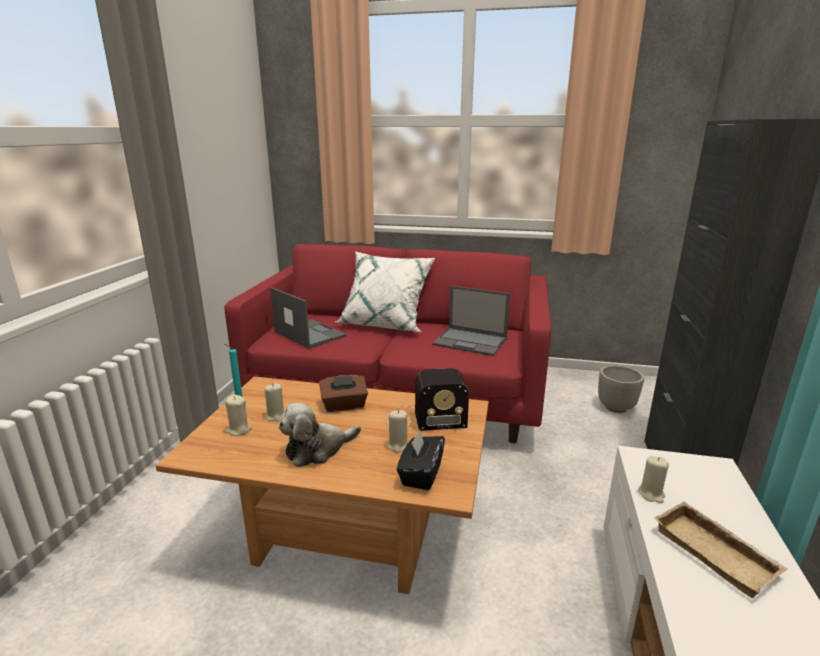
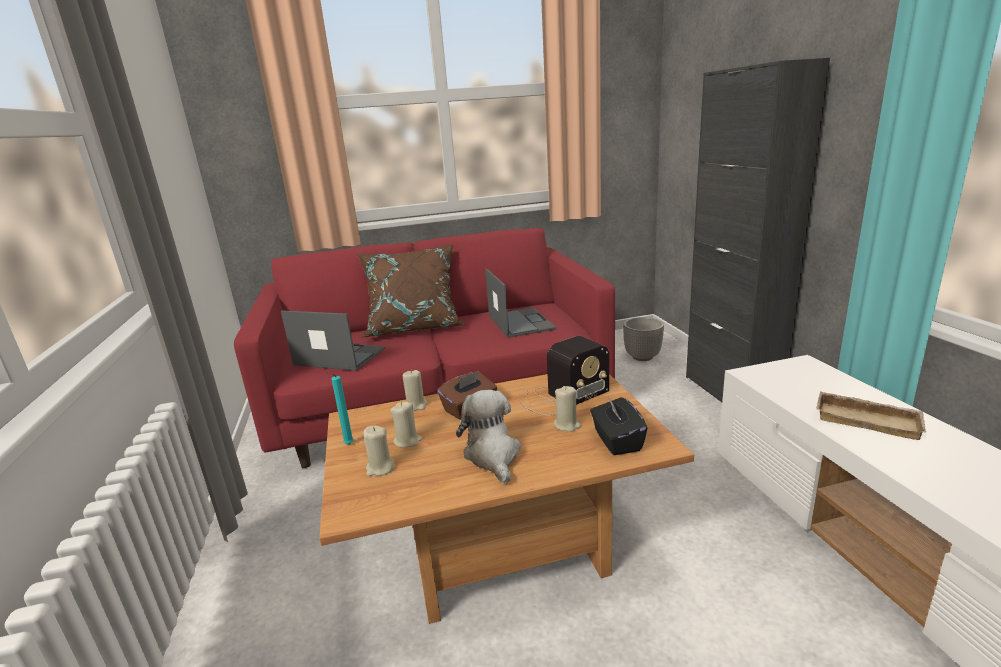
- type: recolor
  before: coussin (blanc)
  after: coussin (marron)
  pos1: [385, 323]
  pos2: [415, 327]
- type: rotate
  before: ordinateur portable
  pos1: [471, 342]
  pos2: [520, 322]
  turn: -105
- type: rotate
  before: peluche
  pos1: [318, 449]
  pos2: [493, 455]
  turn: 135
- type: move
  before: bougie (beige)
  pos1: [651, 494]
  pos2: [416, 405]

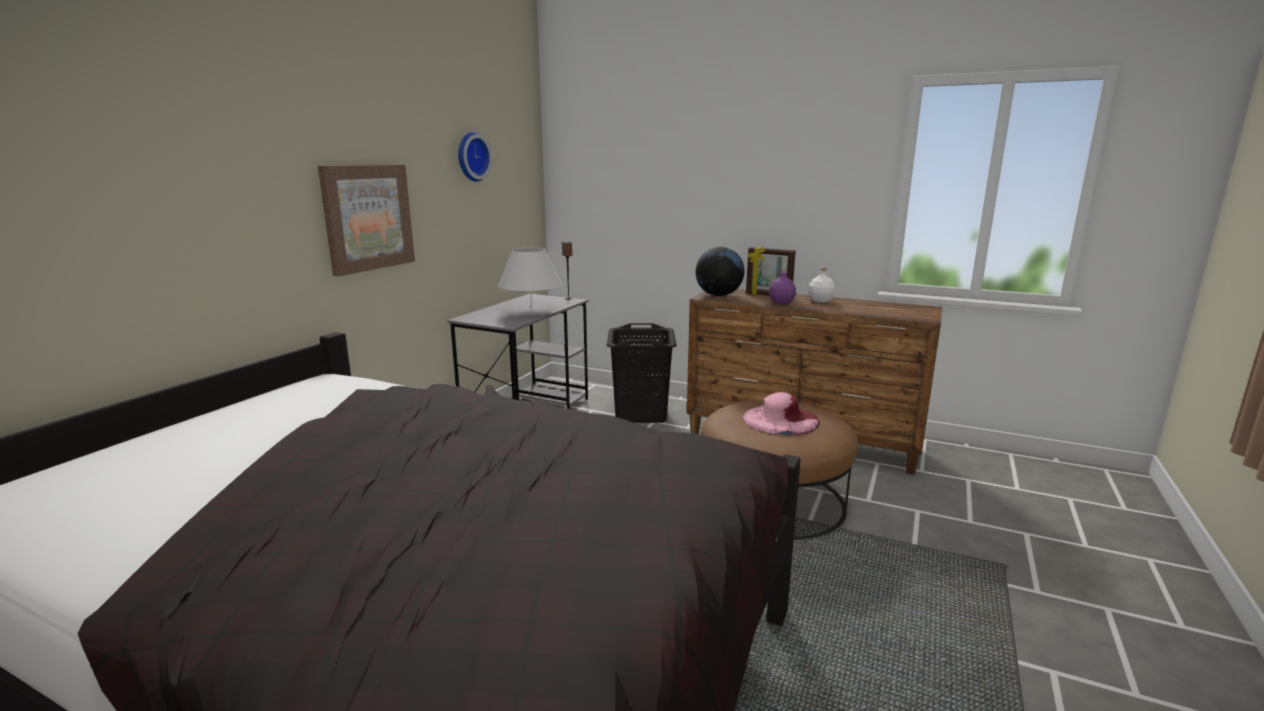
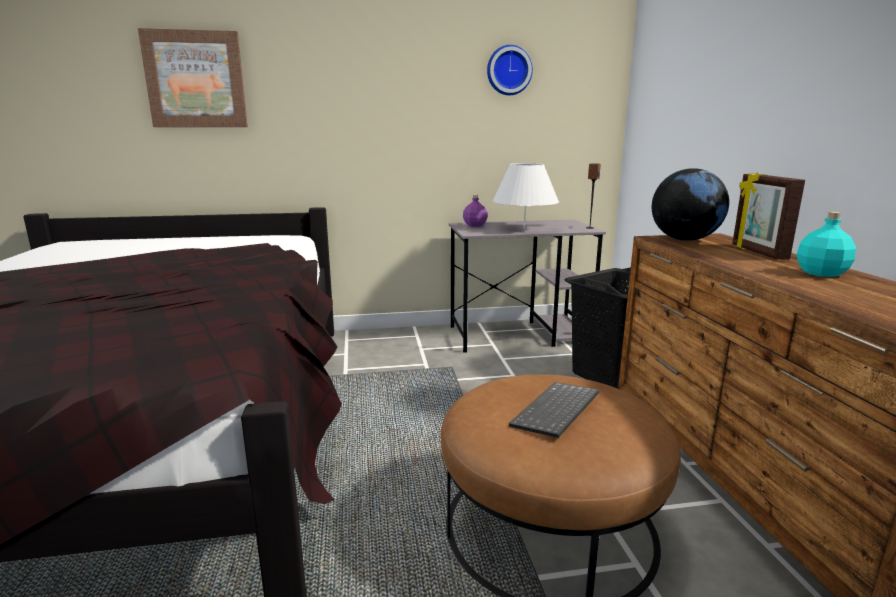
- type: move
  before: tableau
  pos1: [367, 217]
  pos2: [196, 80]
- type: recolor
  before: bouteille (blanc)
  after: bouteille (turquoise)
  pos1: [821, 301]
  pos2: [822, 273]
- type: move
  before: bouteille (violet)
  pos1: [781, 302]
  pos2: [474, 225]
- type: replace
  before: chapeau (rose)
  after: clavier
  pos1: [780, 419]
  pos2: [557, 412]

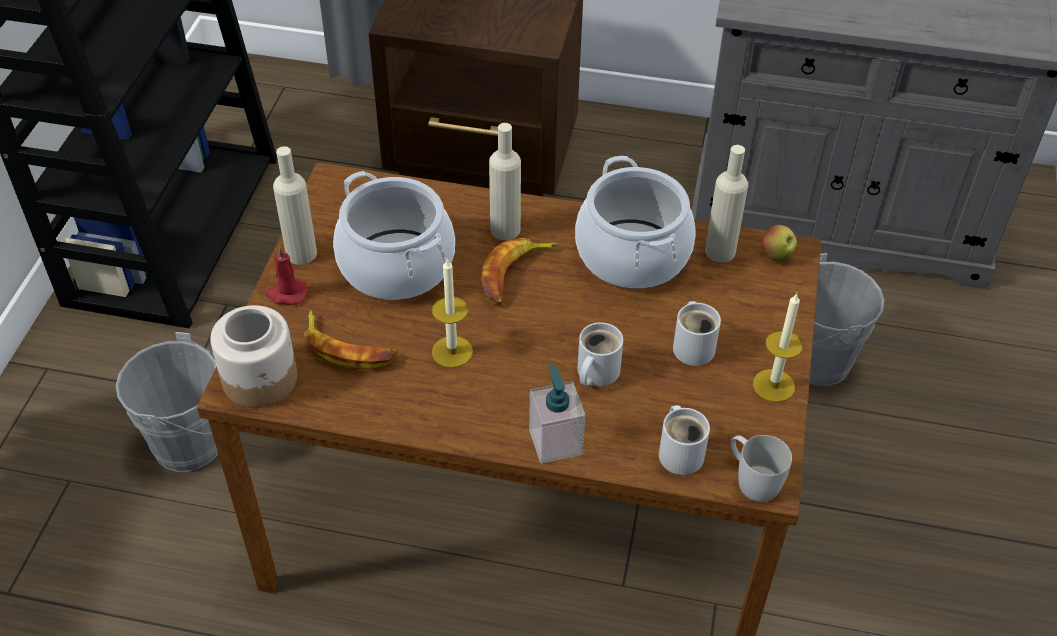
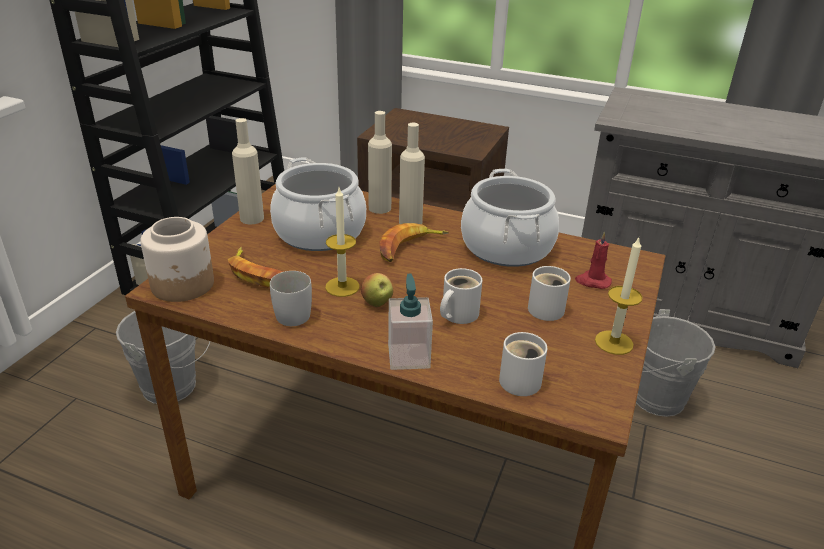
- type: move
  before: bouteille (beige)
  pos1: [720, 251]
  pos2: [379, 208]
- type: move
  before: pomme
  pos1: [776, 256]
  pos2: [377, 303]
- type: move
  before: bougie (rouge)
  pos1: [287, 294]
  pos2: [592, 281]
- type: move
  before: mug (blanc)
  pos1: [752, 478]
  pos2: [290, 312]

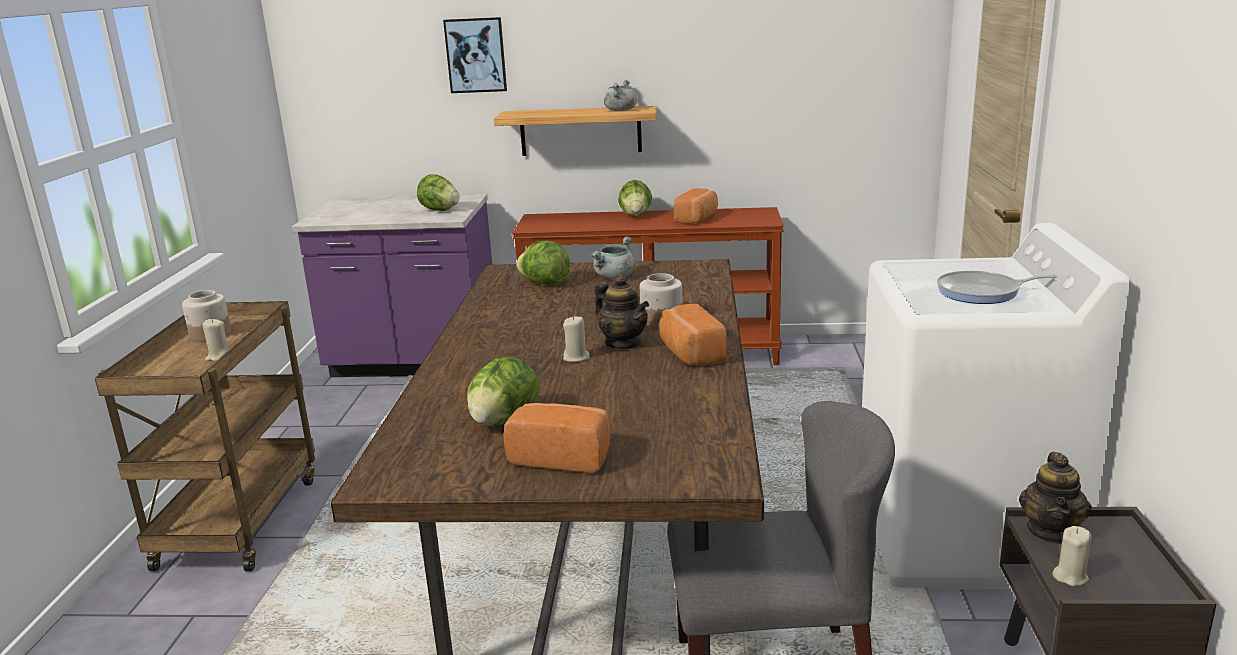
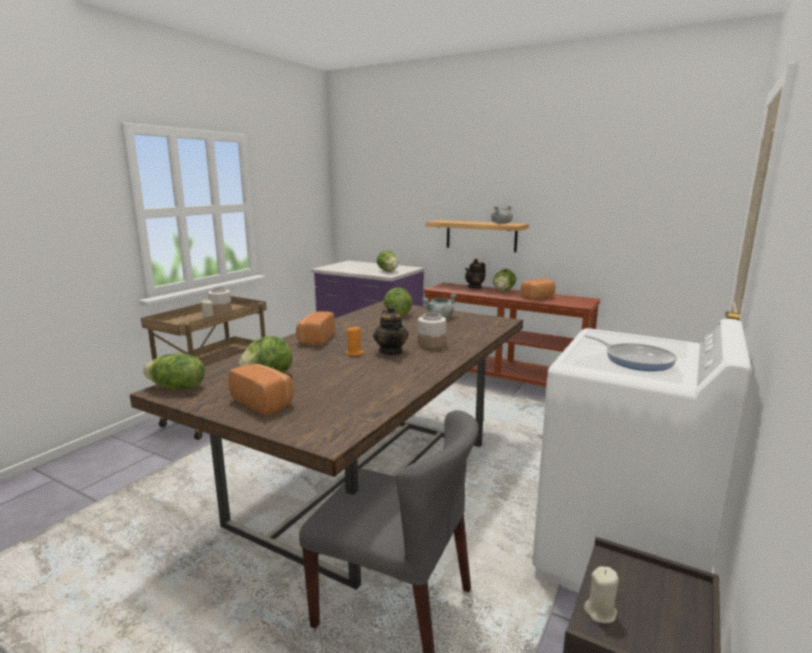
- type: delete
  before: tableau
  pos1: [476, 55]
- type: rotate
  before: poêle
  pos1: [982, 292]
  pos2: [635, 360]
  turn: -150
- type: move
  before: pain
  pos1: [690, 354]
  pos2: [315, 339]
- type: recolor
  before: bougie (beige)
  after: bougie (orange)
  pos1: [576, 357]
  pos2: [354, 353]
- type: move
  before: théière
  pos1: [1051, 532]
  pos2: [475, 287]
- type: insert
  after: laitue
  pos2: [177, 388]

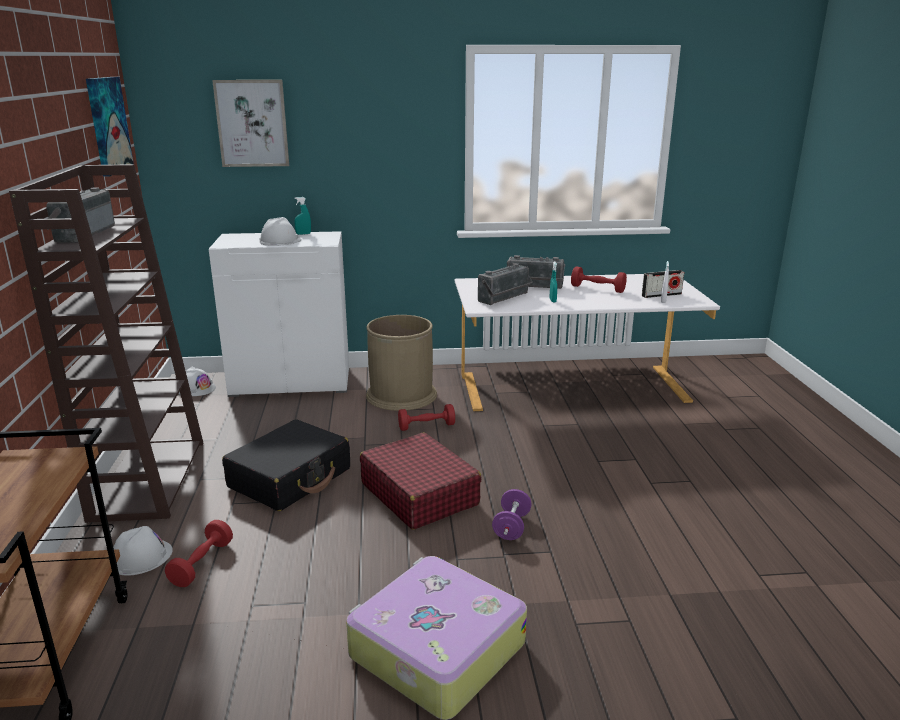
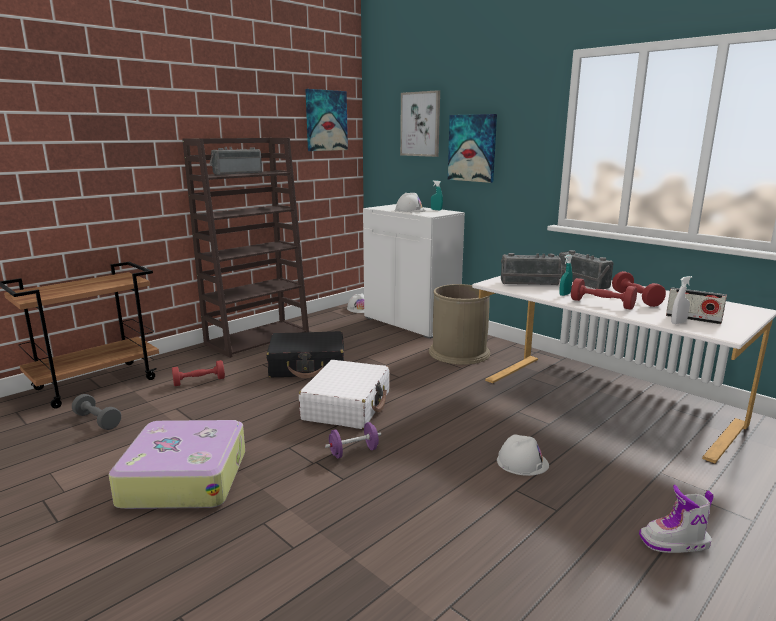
- type: move
  before: haltère (rouge)
  pos1: [426, 426]
  pos2: [602, 304]
- type: recolor
  before: valise (rouge)
  after: valise (blanc)
  pos1: [419, 493]
  pos2: [347, 406]
- type: move
  before: casque de chantier (blanc)
  pos1: [141, 557]
  pos2: [522, 462]
- type: insert
  after: tableau
  pos2: [472, 148]
- type: insert
  after: haltère (gris)
  pos2: [97, 421]
- type: insert
  after: botte
  pos2: [675, 542]

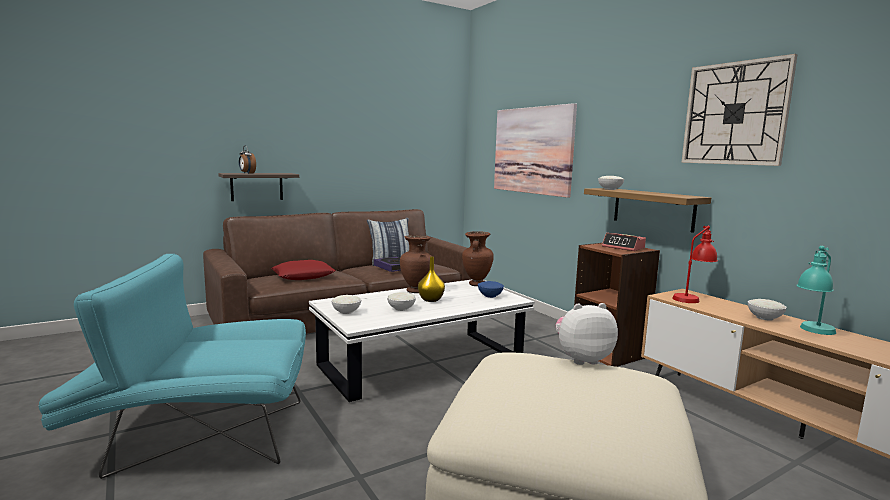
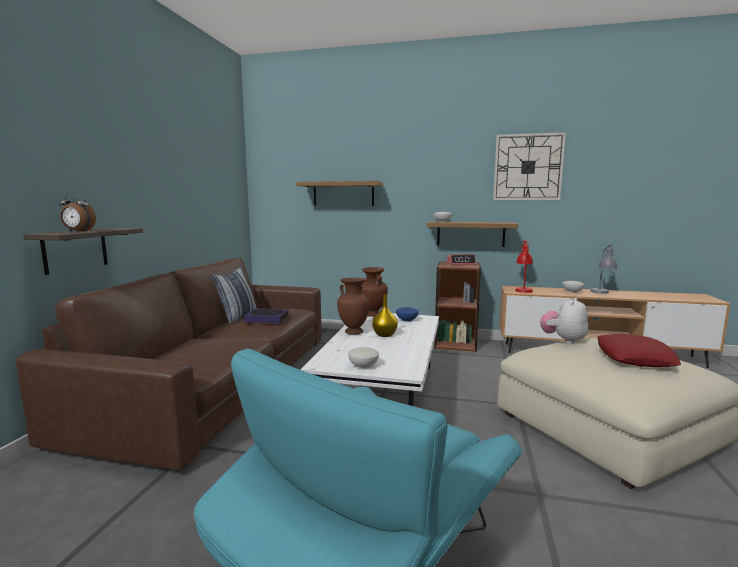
- type: replace
  before: tableau
  after: étagère
  pos1: [532, 150]
  pos2: [343, 194]
- type: recolor
  before: lampe de table (turquoise)
  after: lampe de table (gris)
  pos1: [813, 332]
  pos2: [602, 293]
- type: move
  before: coussin (rouge)
  pos1: [303, 276]
  pos2: [634, 357]
- type: delete
  before: bol (blanc)
  pos1: [401, 308]

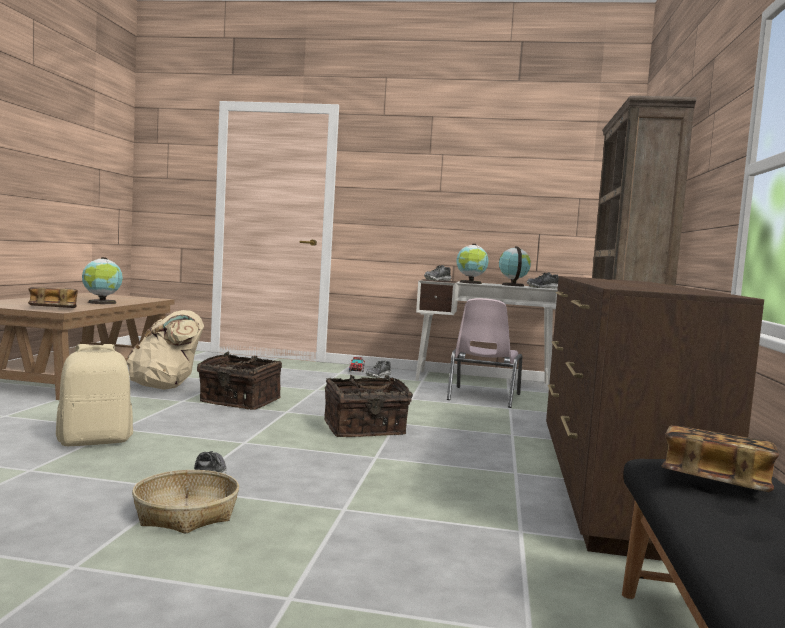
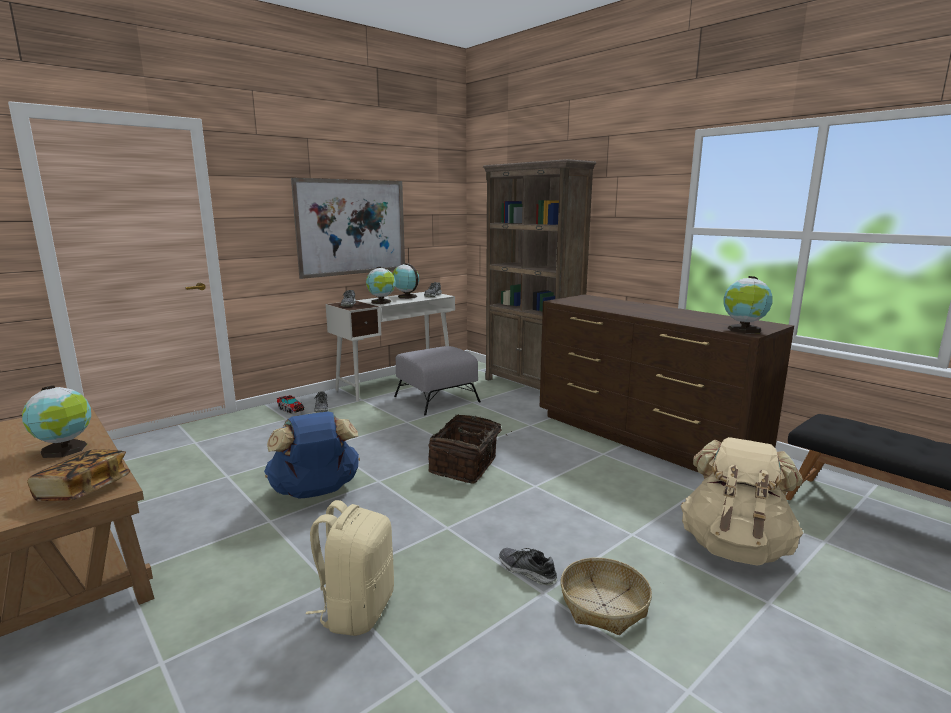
- type: replace
  before: chaise (rose)
  after: pouf (gris)
  pos1: [482, 397]
  pos2: [436, 399]
- type: move
  before: sac à dos (beige)
  pos1: [166, 387]
  pos2: [735, 547]
- type: replace
  before: panier
  after: sac à dos (bleu)
  pos1: [238, 401]
  pos2: [315, 492]
- type: delete
  before: livre
  pos1: [714, 482]
- type: insert
  after: tableau
  pos2: [352, 227]
- type: insert
  after: globe
  pos2: [743, 330]

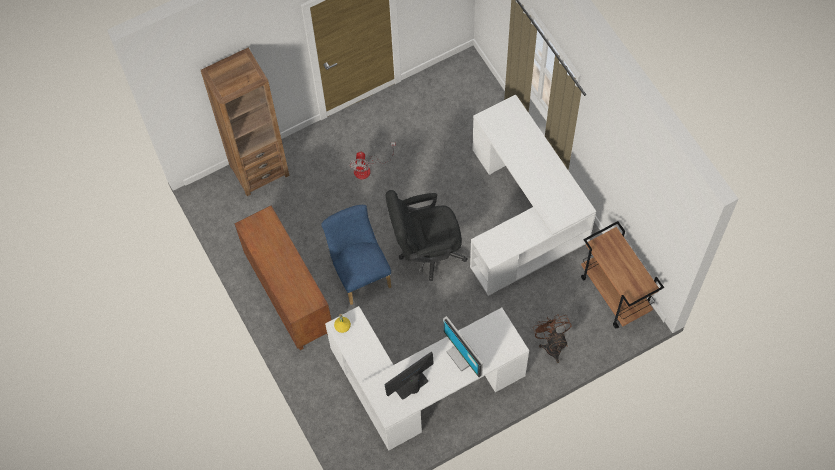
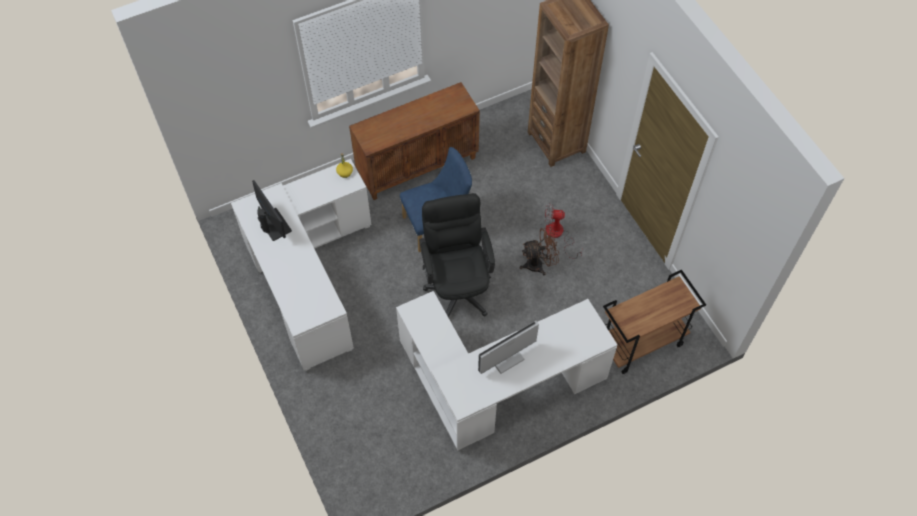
- type: move
  before: chariot (marron)
  pos1: [615, 294]
  pos2: [640, 343]
- type: move
  before: ventilateur (marron)
  pos1: [552, 345]
  pos2: [539, 264]
- type: move
  before: écran d'ordinateur
  pos1: [462, 355]
  pos2: [507, 359]

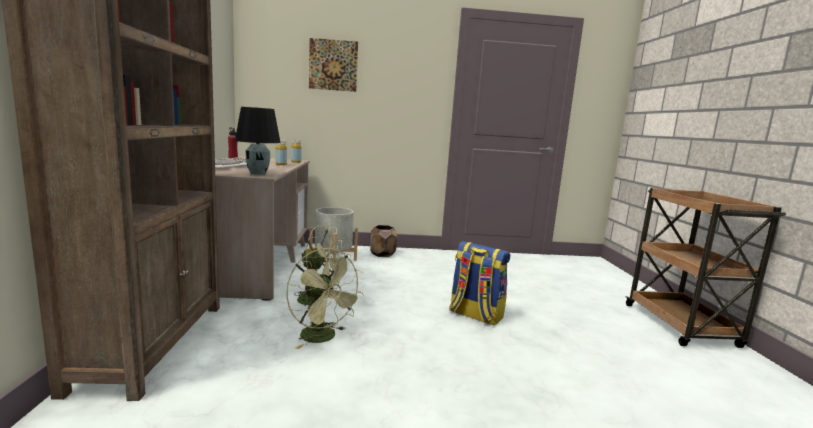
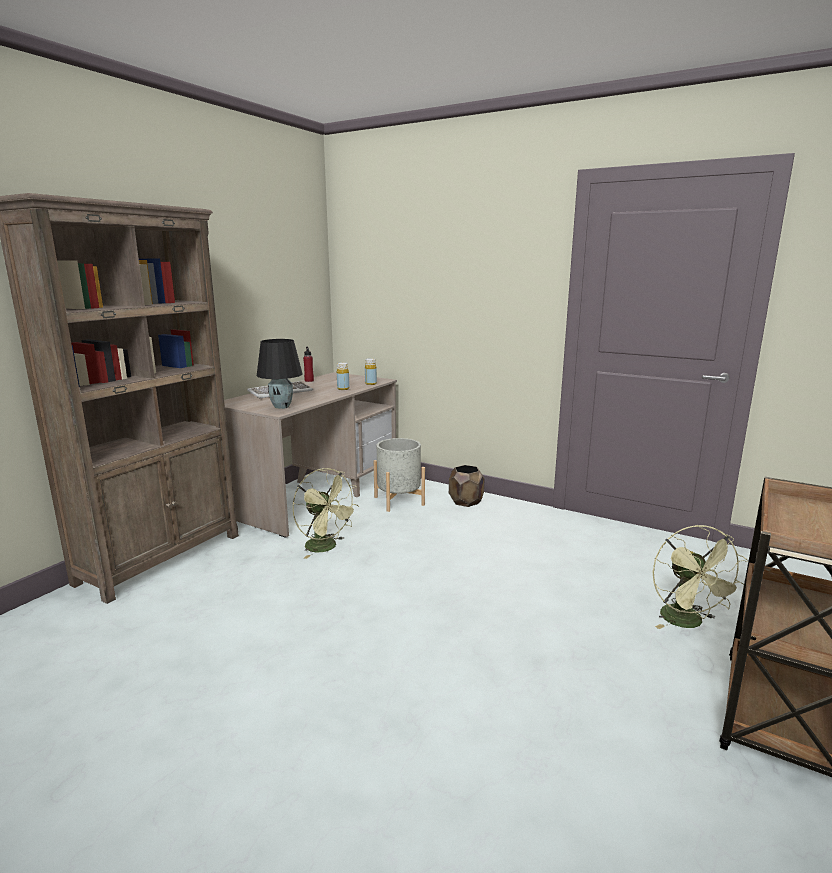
- type: delete
  before: tableau
  pos1: [333, 65]
- type: delete
  before: sac à dos
  pos1: [475, 315]
- type: move
  before: ventilateur (vert)
  pos1: [323, 338]
  pos2: [688, 623]

